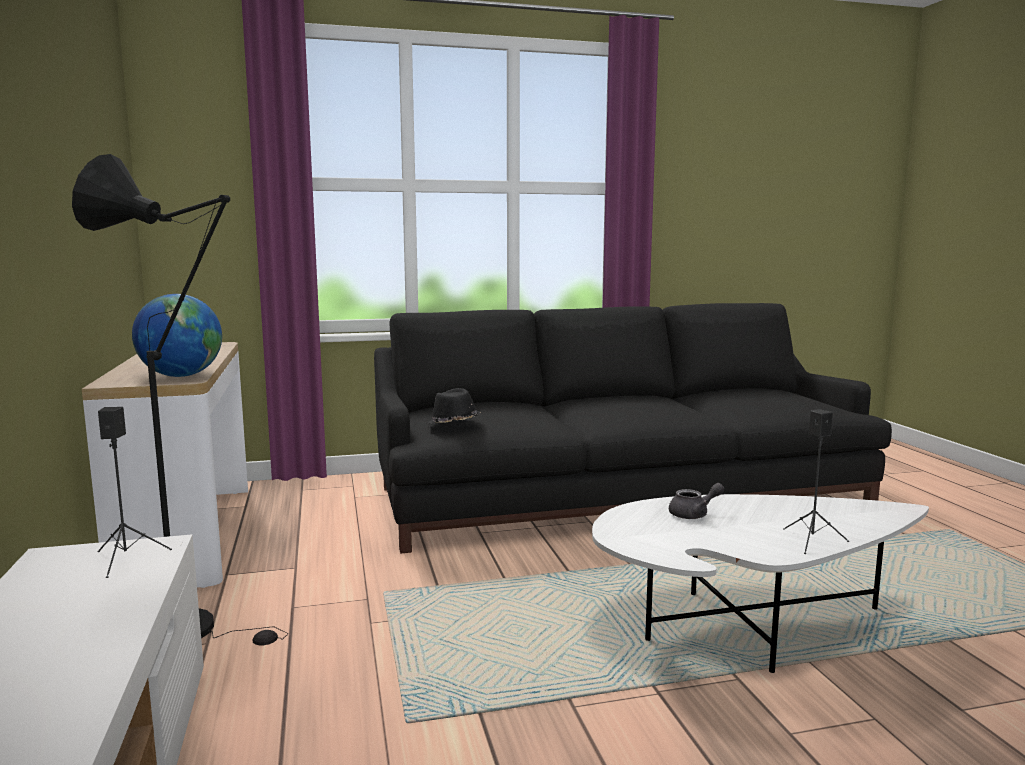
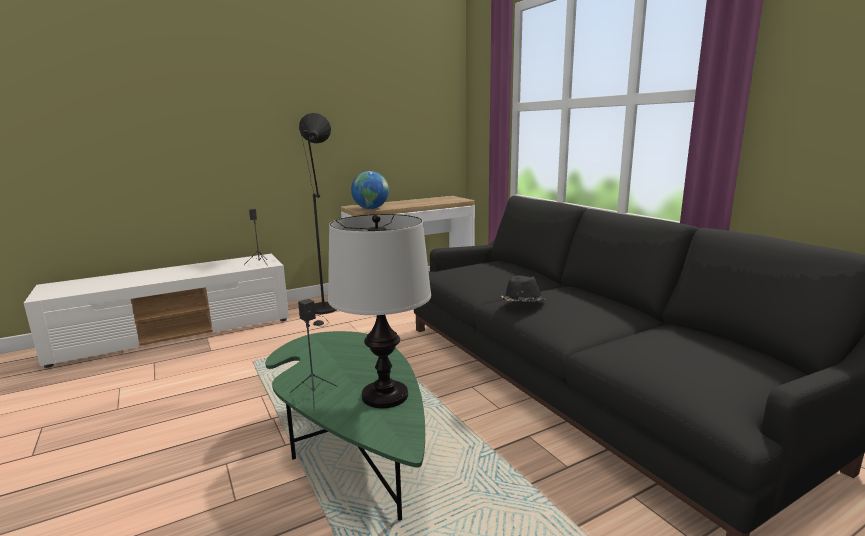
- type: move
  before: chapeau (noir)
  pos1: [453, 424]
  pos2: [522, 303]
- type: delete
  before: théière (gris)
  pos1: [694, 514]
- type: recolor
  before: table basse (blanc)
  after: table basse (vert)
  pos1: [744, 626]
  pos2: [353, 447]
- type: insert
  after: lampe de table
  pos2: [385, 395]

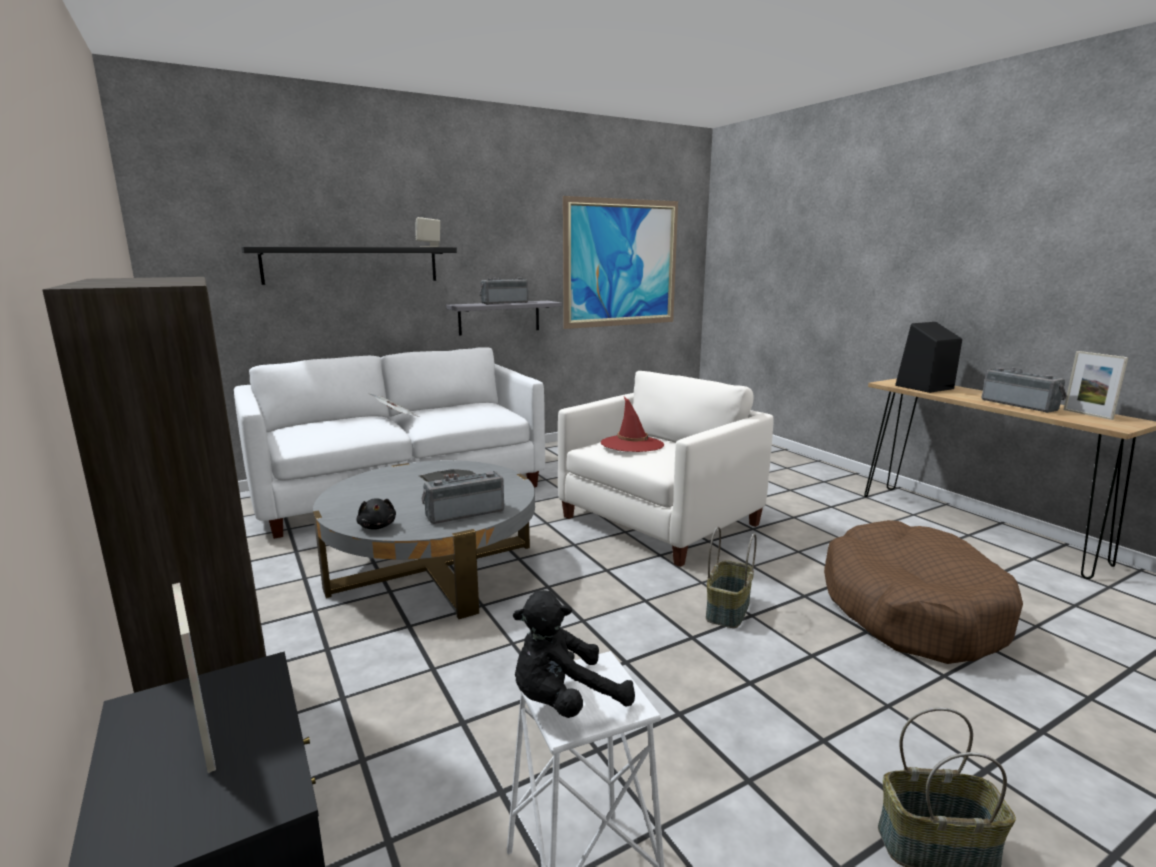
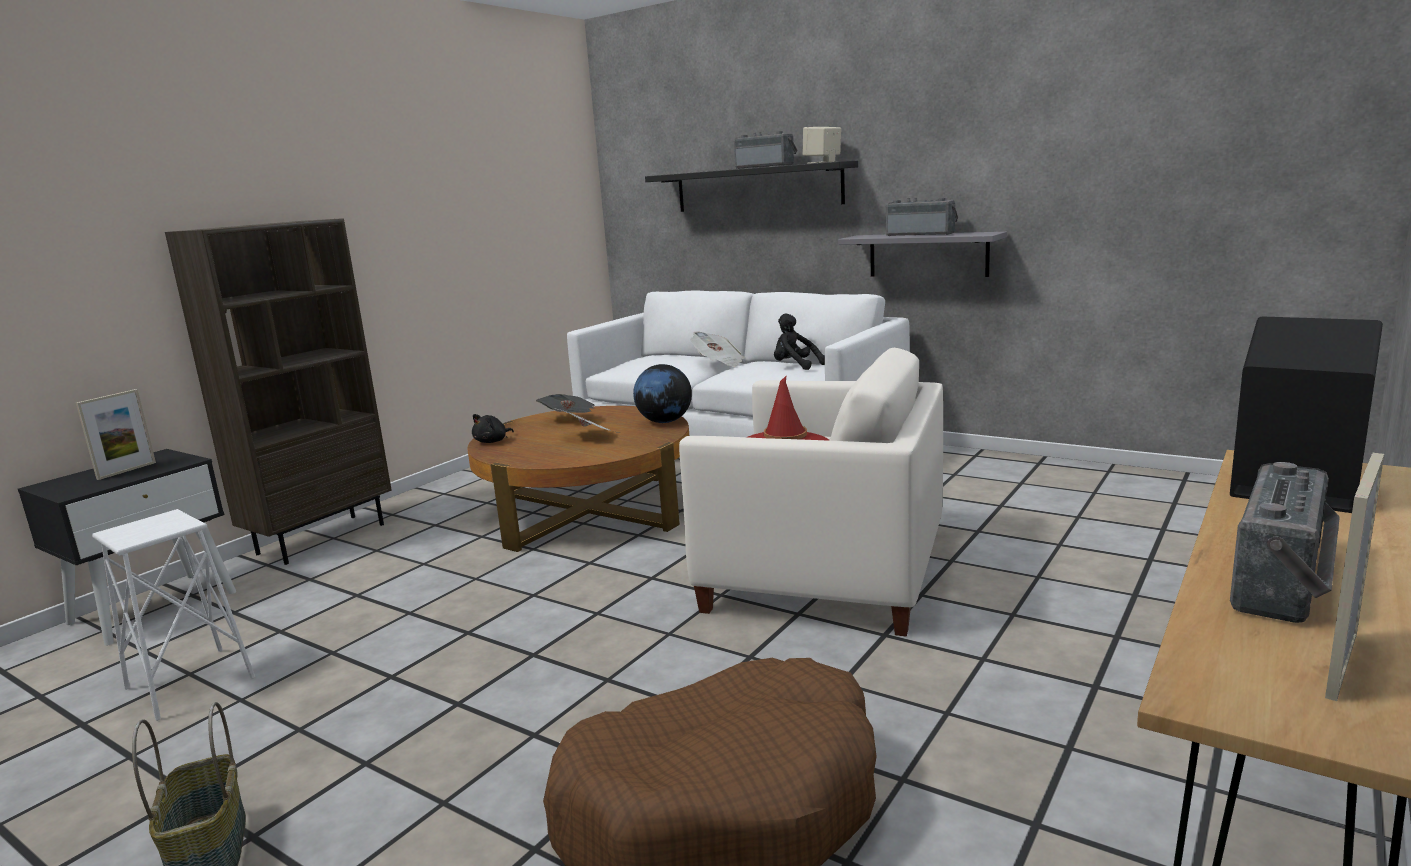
- type: delete
  before: tableau
  pos1: [621, 263]
- type: recolor
  before: table basse (gris)
  after: table basse (marron)
  pos1: [432, 567]
  pos2: [588, 511]
- type: move
  before: radio
  pos1: [464, 512]
  pos2: [766, 166]
- type: delete
  before: panier
  pos1: [728, 610]
- type: move
  before: peluche (noir)
  pos1: [564, 701]
  pos2: [795, 366]
- type: insert
  after: globe
  pos2: [664, 421]
- type: insert
  after: journal
  pos2: [570, 420]

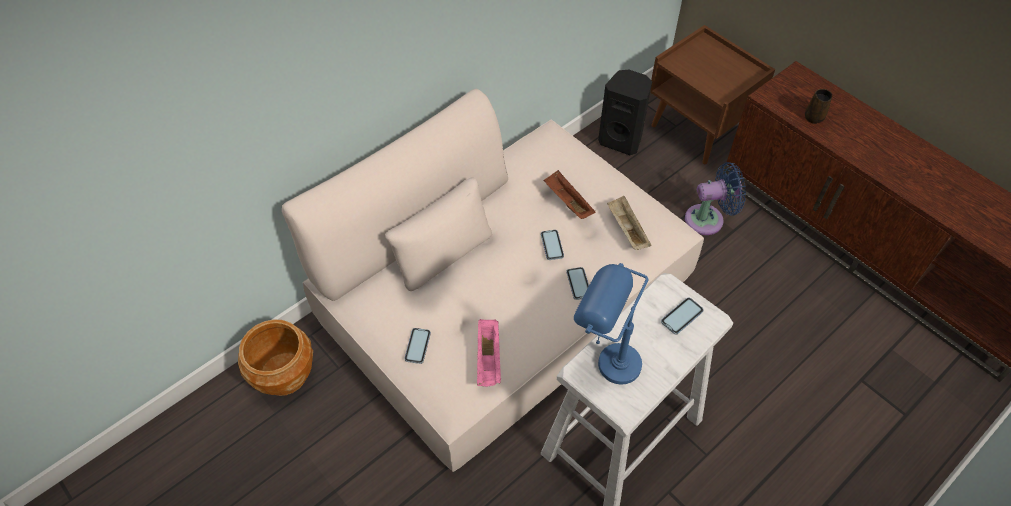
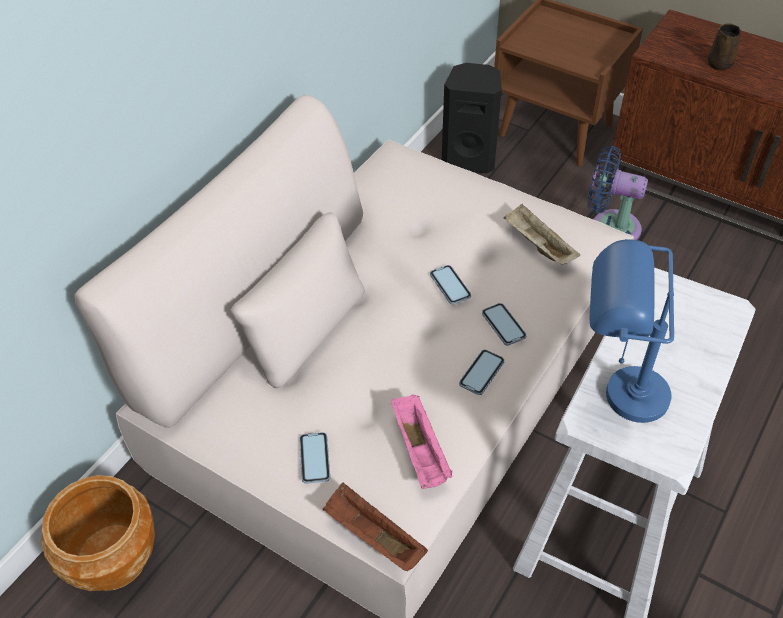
- type: rotate
  before: ventilateur (bleu)
  pos1: [708, 219]
  pos2: [610, 226]
  turn: -135
- type: move
  before: plateau (marron)
  pos1: [567, 202]
  pos2: [372, 536]
- type: move
  before: téléphone
  pos1: [681, 316]
  pos2: [481, 373]

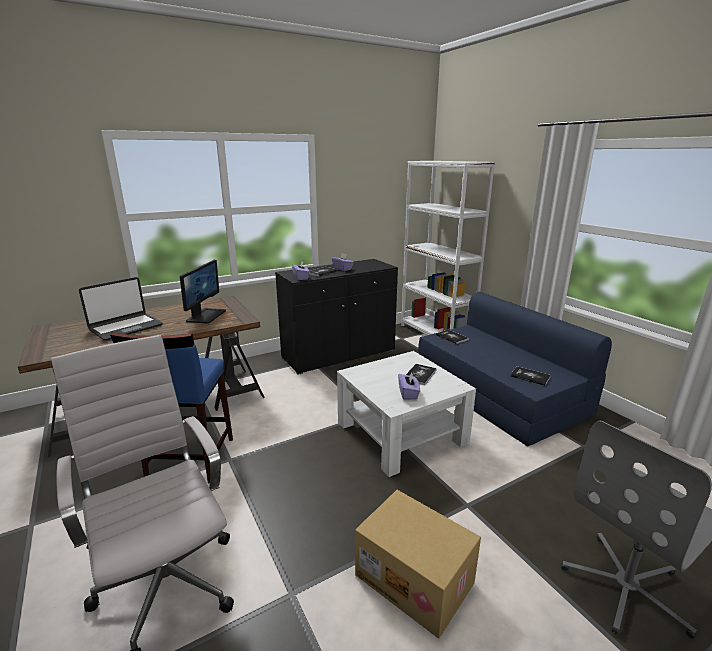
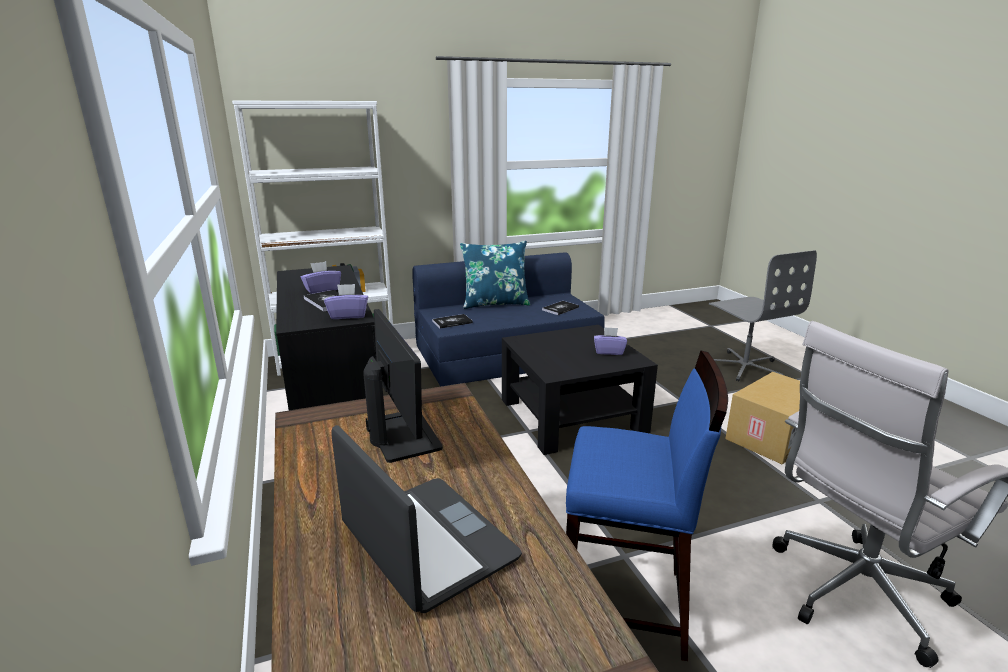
- type: rotate
  before: écran d'ordinateur
  pos1: [205, 315]
  pos2: [401, 435]
  turn: 45
- type: recolor
  before: table basse (blanc)
  after: table basse (noir)
  pos1: [401, 432]
  pos2: [572, 415]
- type: delete
  before: livre
  pos1: [420, 375]
- type: insert
  after: coussin (bleu)
  pos2: [495, 303]

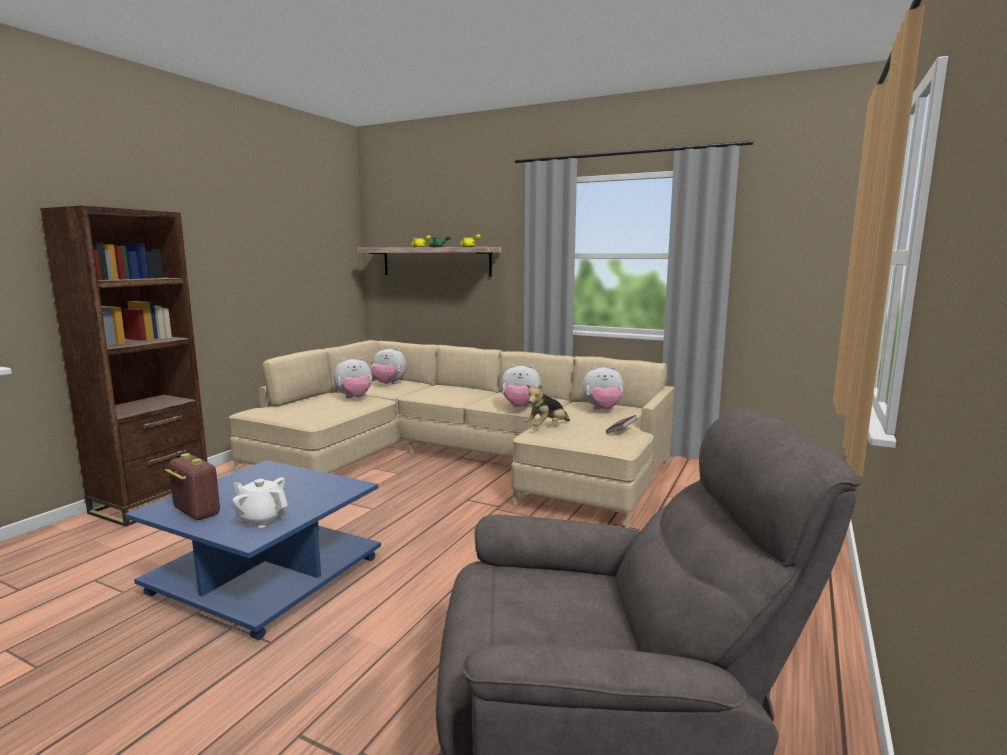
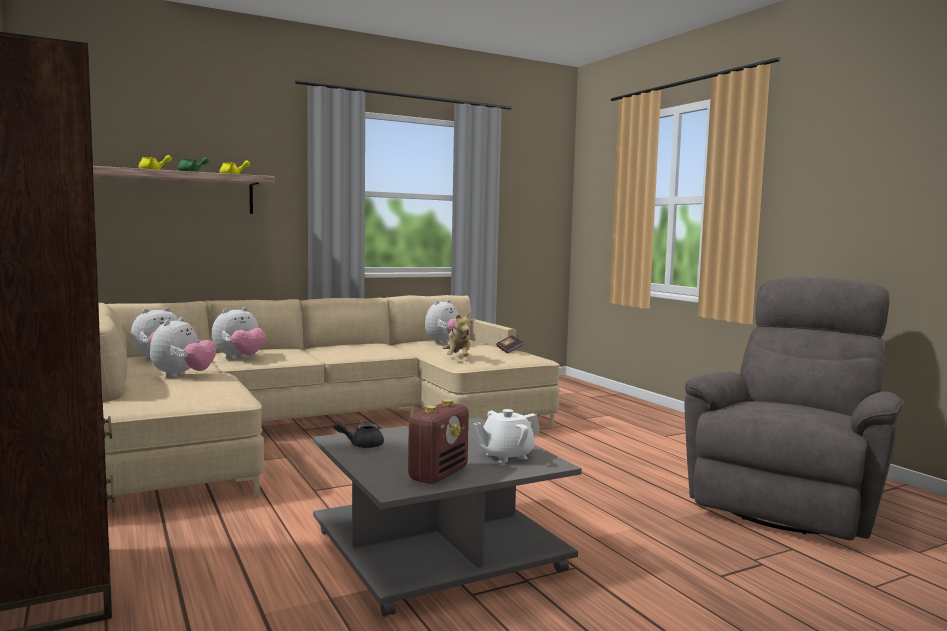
- type: move
  before: peluche
  pos1: [520, 407]
  pos2: [239, 358]
- type: rotate
  before: radio
  pos1: [196, 512]
  pos2: [438, 474]
  turn: 135
- type: recolor
  before: table basse (bleu)
  after: table basse (gris)
  pos1: [269, 575]
  pos2: [438, 549]
- type: insert
  after: théière (gris)
  pos2: [361, 445]

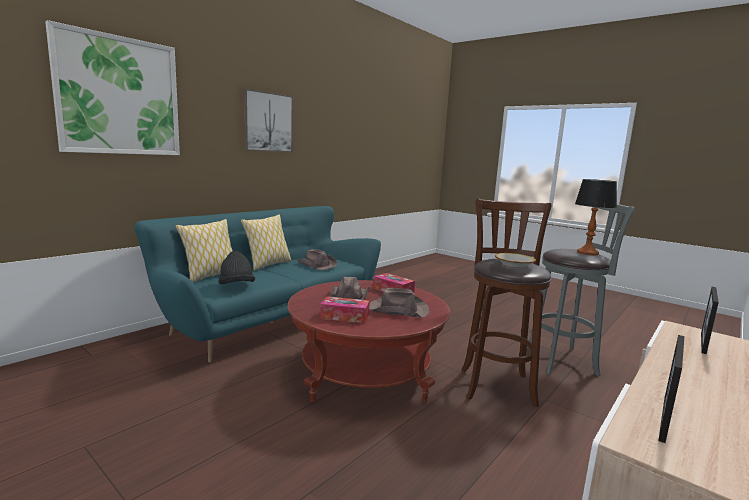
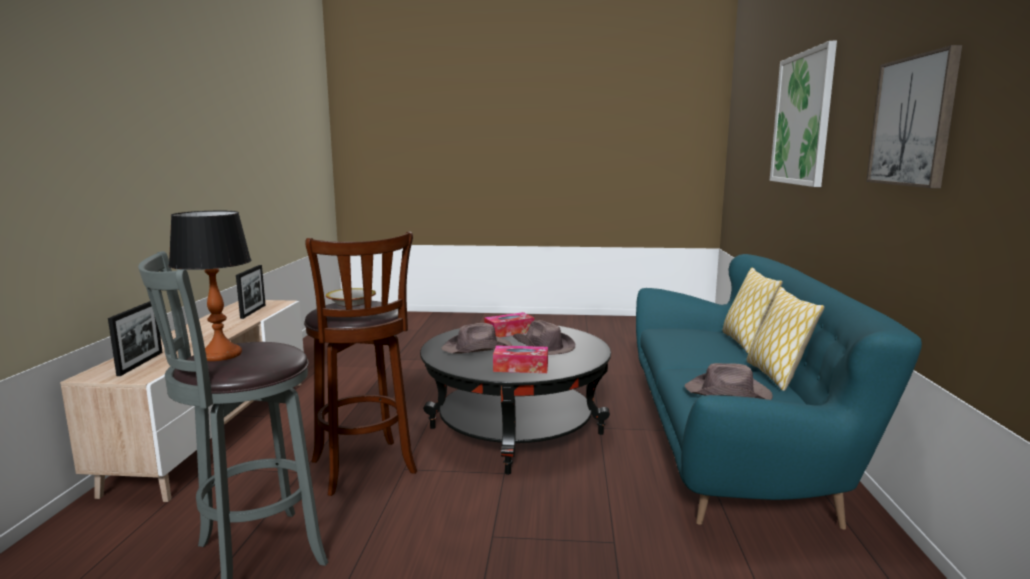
- type: delete
  before: chapeau (noir)
  pos1: [236, 286]
- type: recolor
  before: table basse (rouge)
  after: table basse (noir)
  pos1: [365, 372]
  pos2: [515, 430]

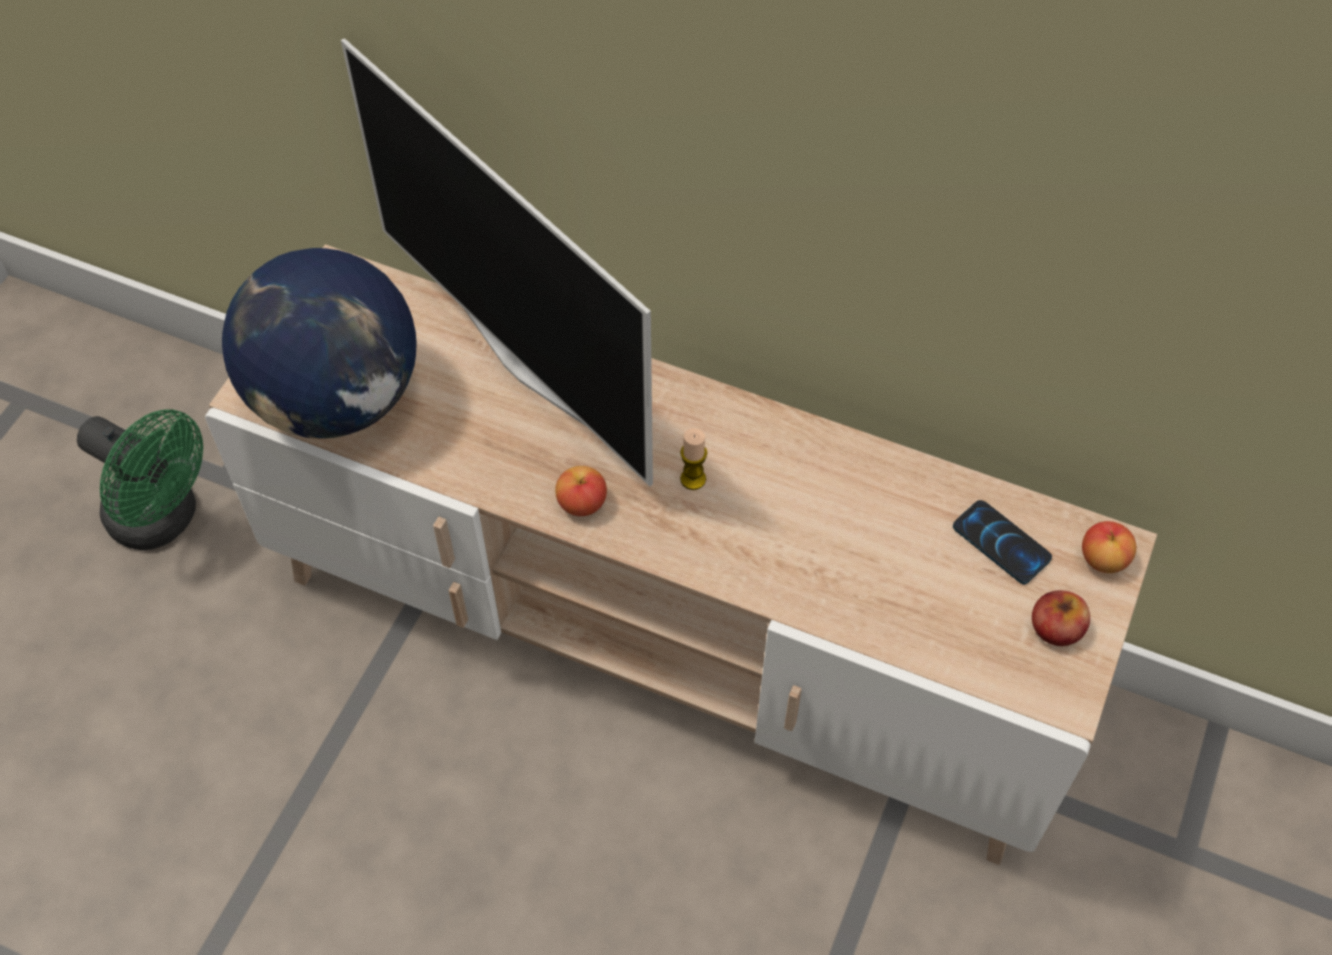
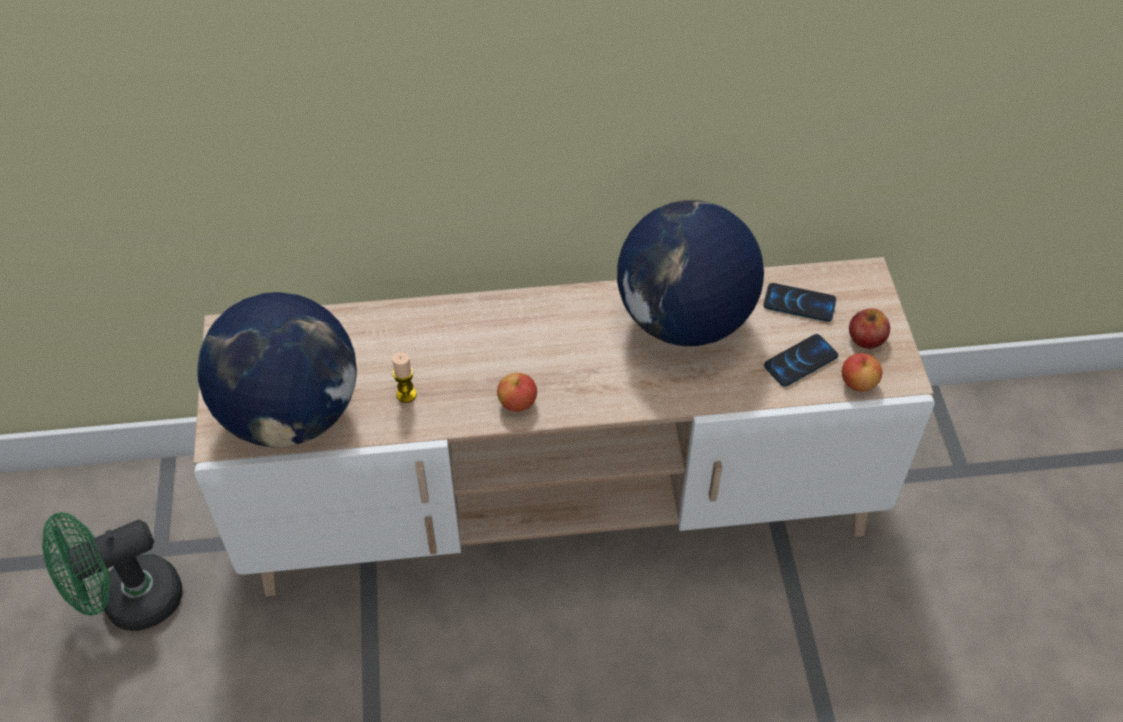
- type: delete
  before: téléviseur
  pos1: [528, 363]
- type: rotate
  before: ventilateur (vert)
  pos1: [164, 519]
  pos2: [129, 603]
  turn: 150
- type: move
  before: bougie
  pos1: [693, 479]
  pos2: [406, 394]
- type: move
  before: pomme
  pos1: [1103, 559]
  pos2: [858, 383]
- type: insert
  after: globe
  pos2: [684, 320]
- type: insert
  after: téléphone
  pos2: [800, 361]

